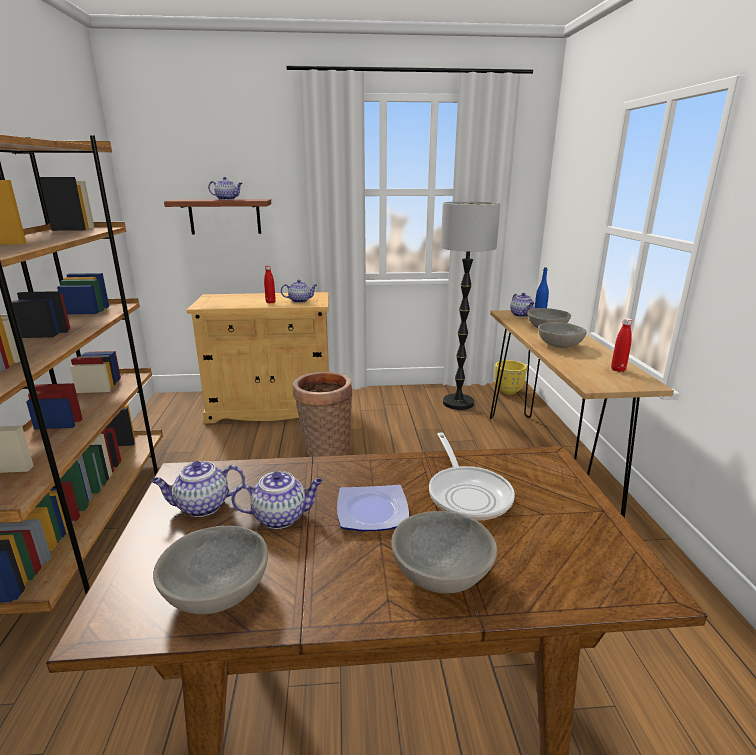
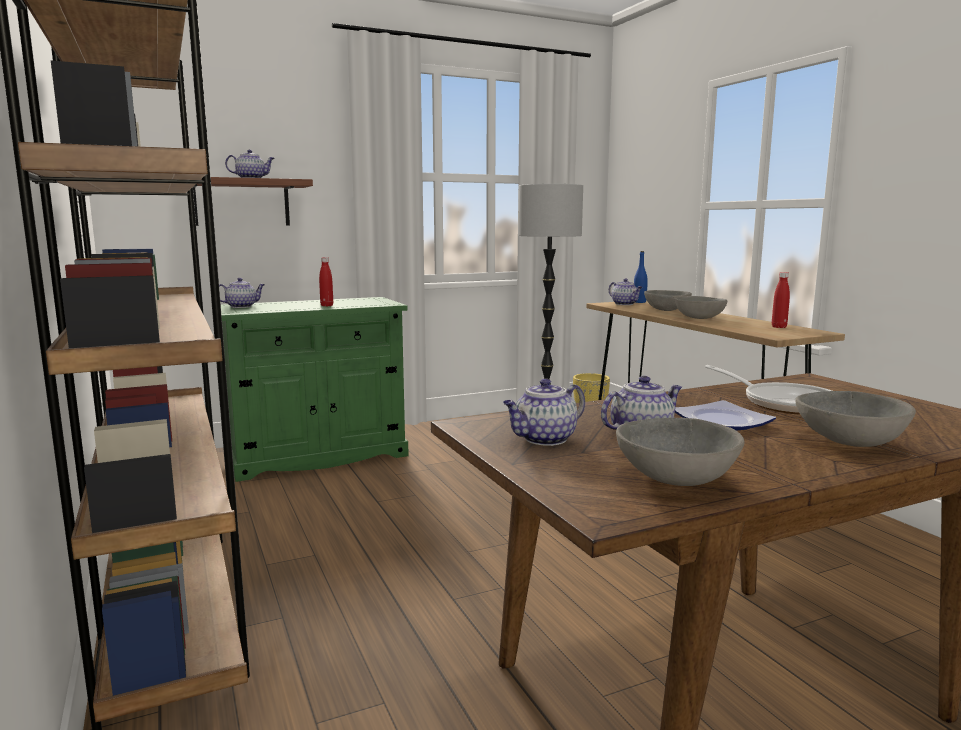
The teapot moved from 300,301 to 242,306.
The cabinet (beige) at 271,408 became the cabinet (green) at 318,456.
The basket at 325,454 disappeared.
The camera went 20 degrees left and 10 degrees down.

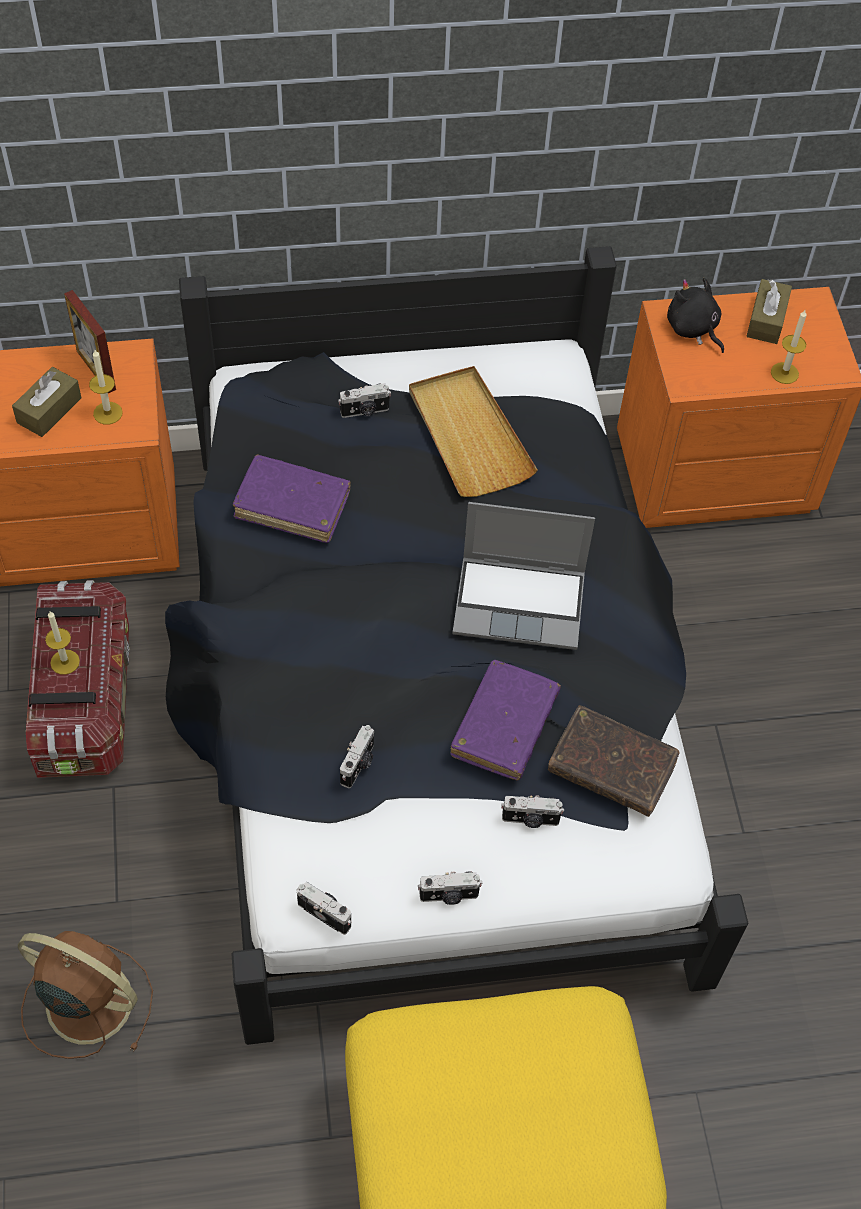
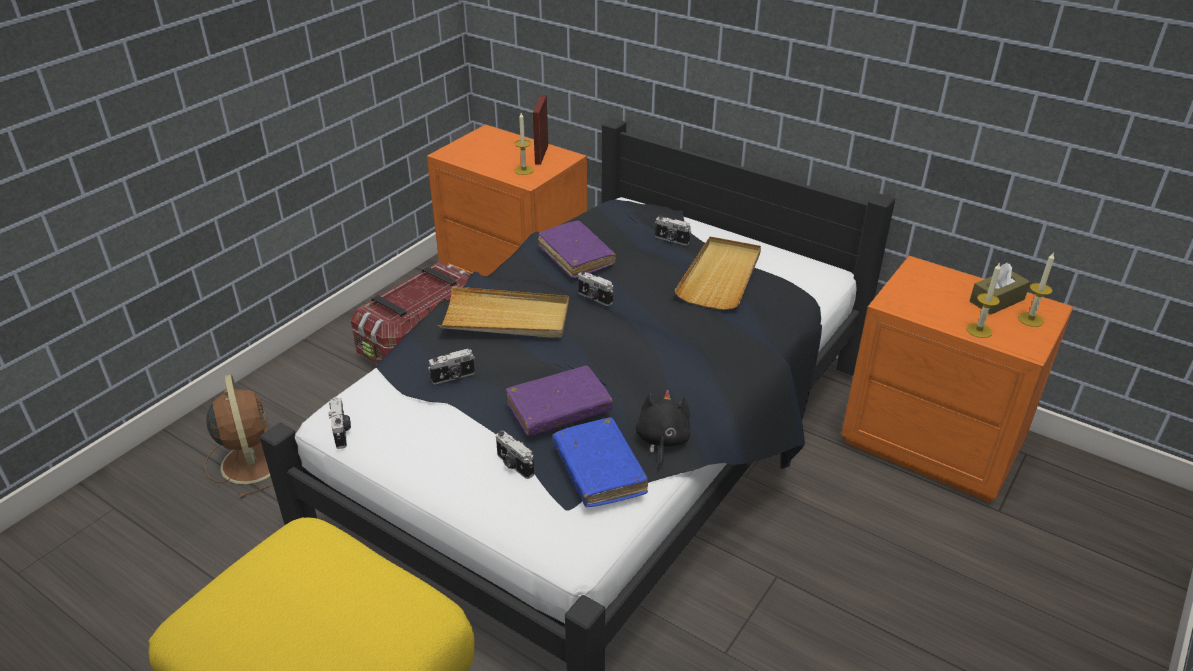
The tray (beige) at 506,318 appeared.
The book (brown) at 611,767 became the book (blue) at 599,470.
The photo camera moved from 449,896 to 594,298.
The plush toy (black) moved from 693,329 to 662,441.
The candle moved from 65,662 to 1030,319.
The tissue box (brown) at 49,410 disappeared.
The laptop at 521,603 disappeared.
The camera went 45 degrees right and 20 degrees down.

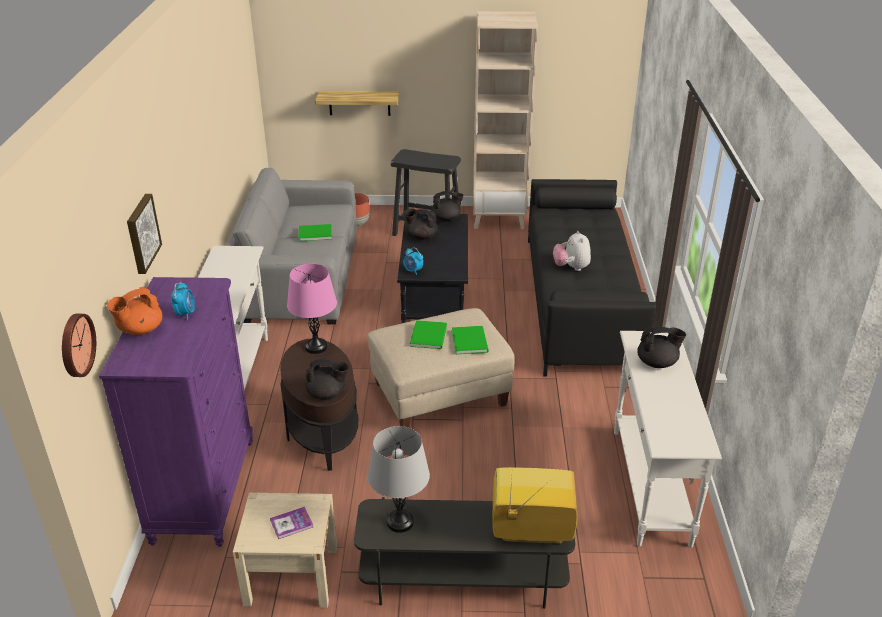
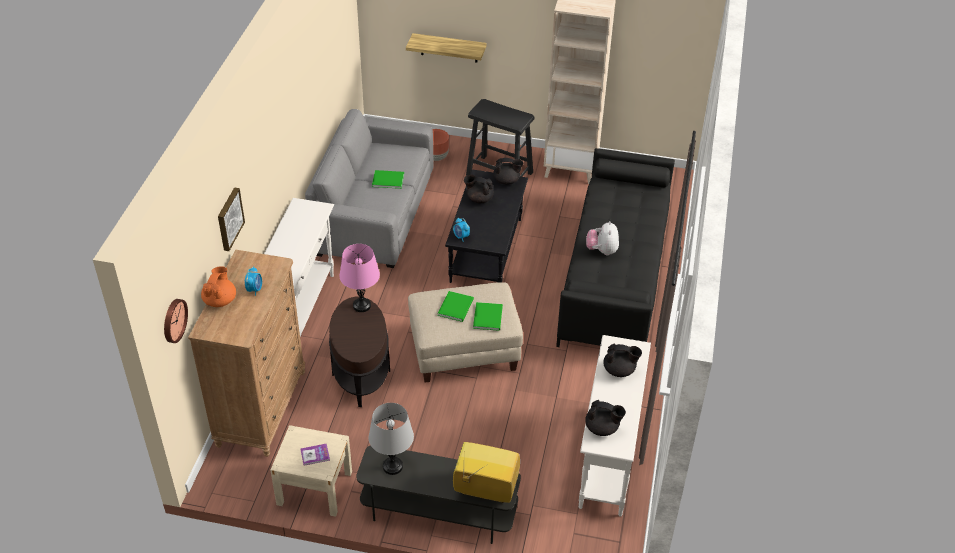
The dresser (purple) at 203,490 became the dresser (brown) at 261,408.
The teapot (orange) at 140,330 turned 135 degrees clockwise.
The teapot (black) moved from 327,394 to 602,428.
The camera went 10 degrees right and 10 degrees up.

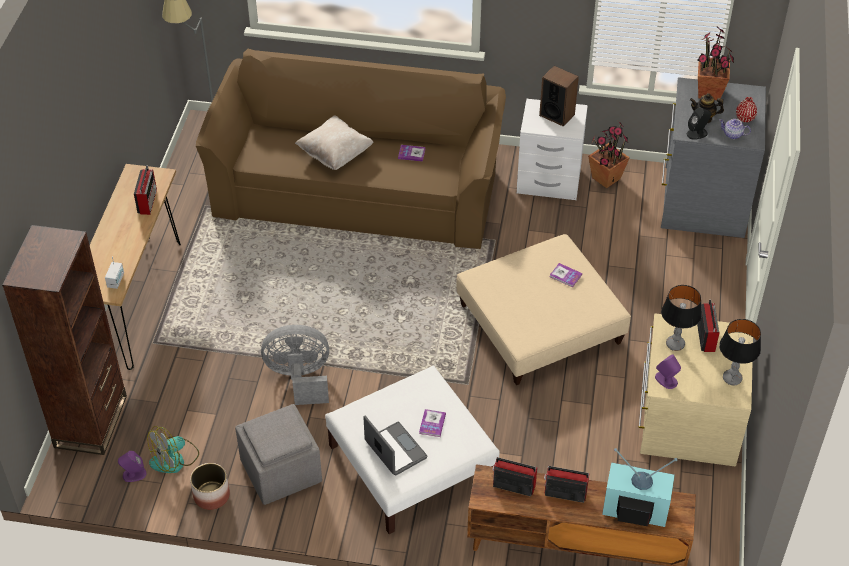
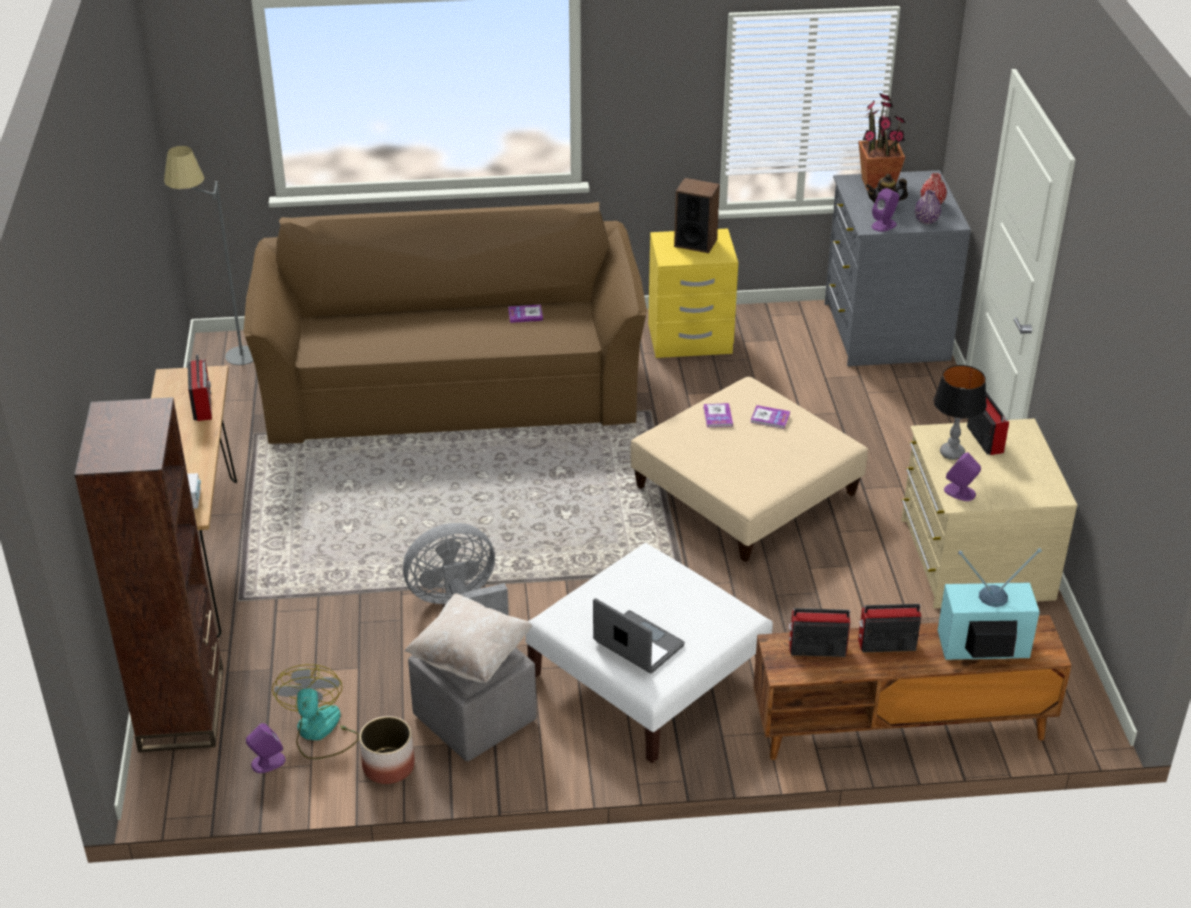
The fan at 174,459 turned 135 degrees clockwise.
The pillow (beige) moved from 335,154 to 470,657.
The nightstand (white) at 548,181 became the nightstand (yellow) at 690,340.
The book moved from 432,423 to 717,416.
The speaker (black) at 697,133 became the speaker (purple) at 884,225.
The teapot at 733,135 was replaced by the vase (purple) at 926,220.
The potted plant at 605,178 disappeared.
The table lamp at 732,378 disappeared.
The camera went 15 degrees left and 10 degrees down.

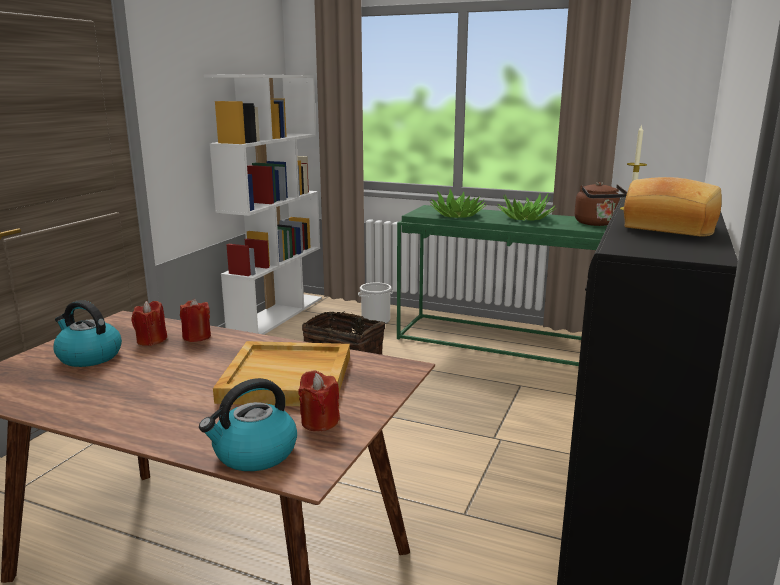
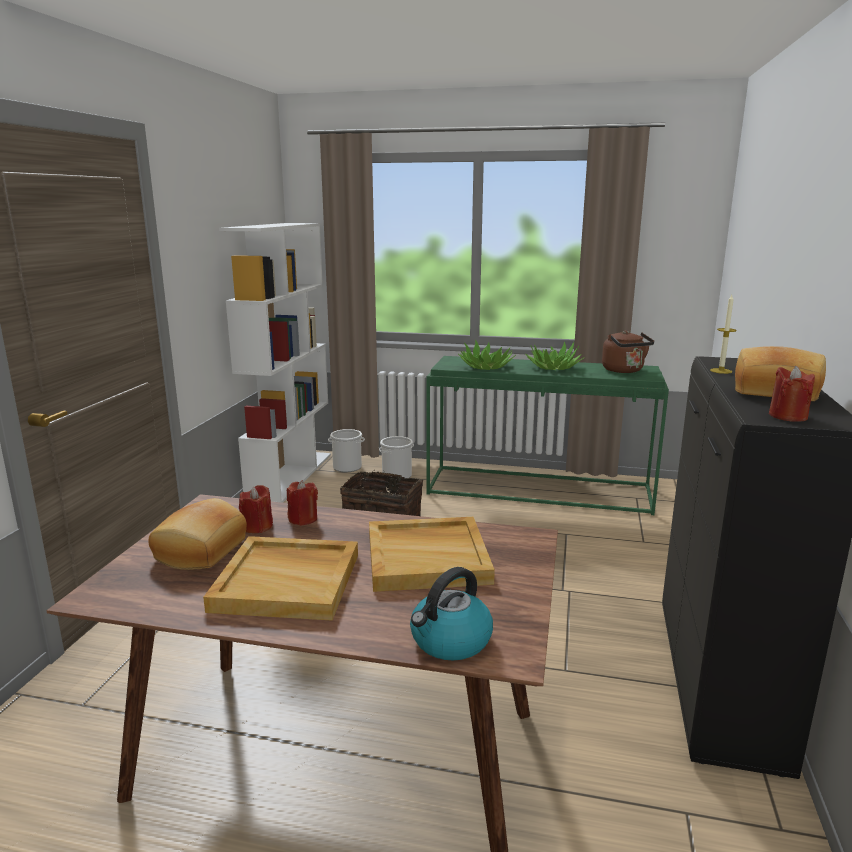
The kettle at 88,356 was replaced by the bread at 202,551.
The tray (beige) at 288,581 appeared.
The bucket at 347,467 appeared.
The candle (red) moved from 319,422 to 788,416.
The camera went 10 degrees left and 0 degrees up.

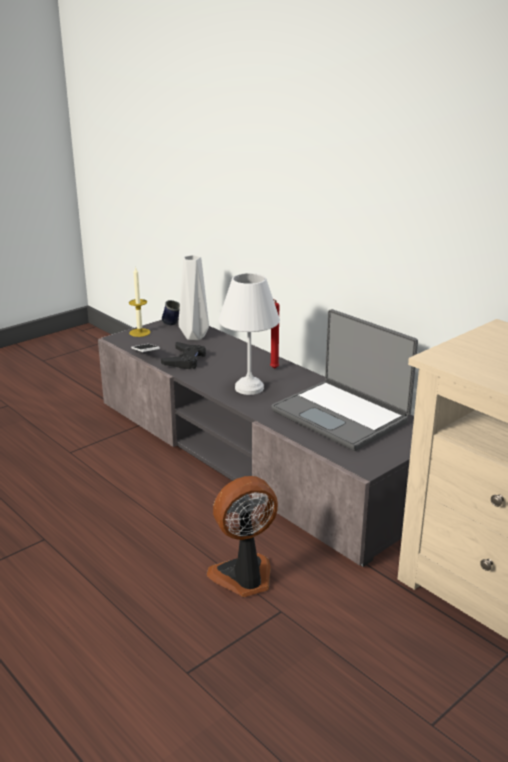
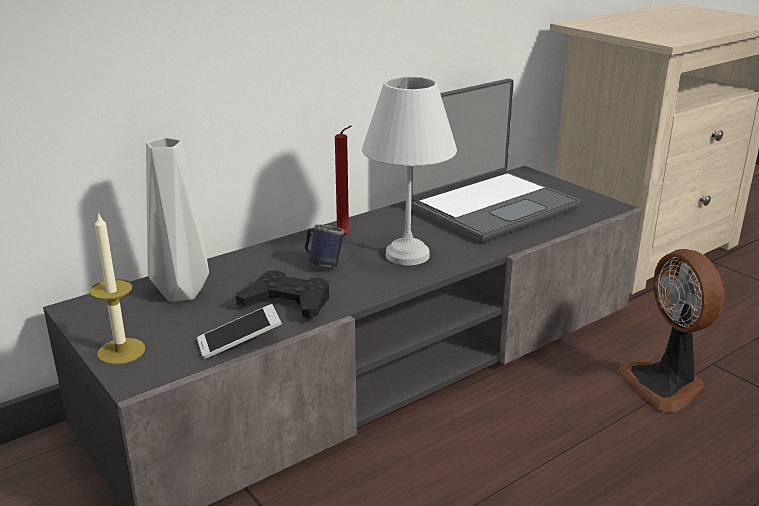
The mug (blue) moved from 173,323 to 322,264.
The camera went 85 degrees left and 0 degrees up.

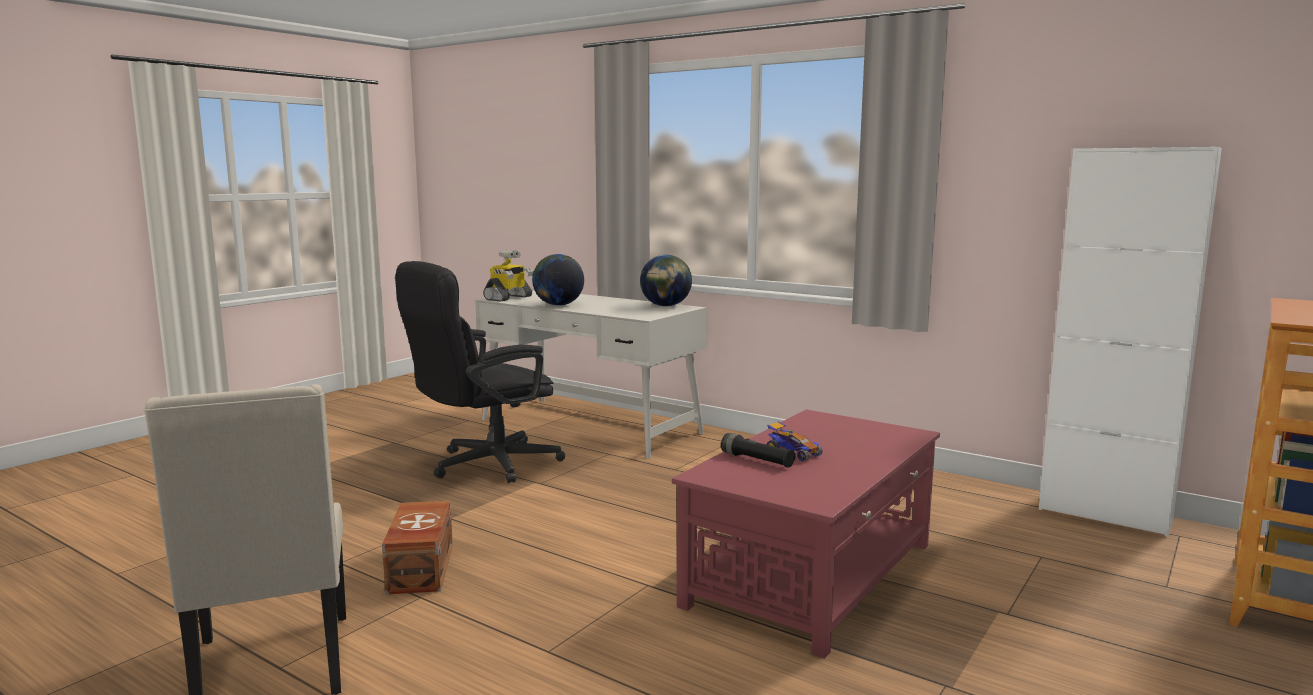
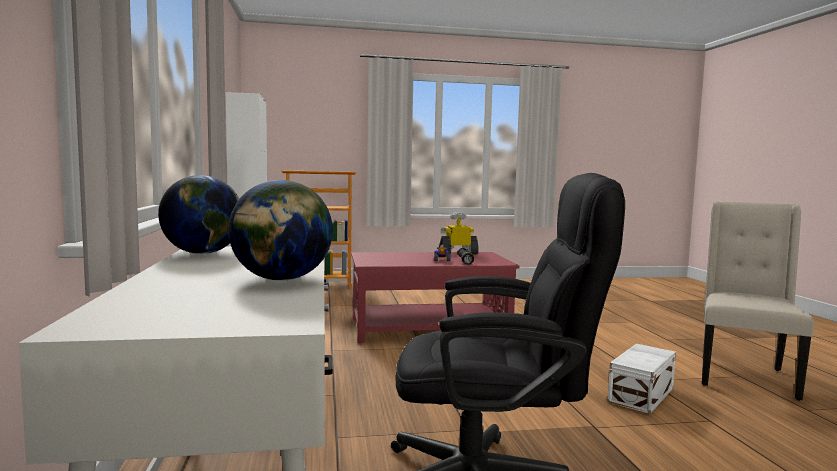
The toy robot moved from 508,298 to 458,253.
The storage box (brown) at 419,569 became the storage box (white) at 642,395.
The camera went 135 degrees left and 5 degrees down.

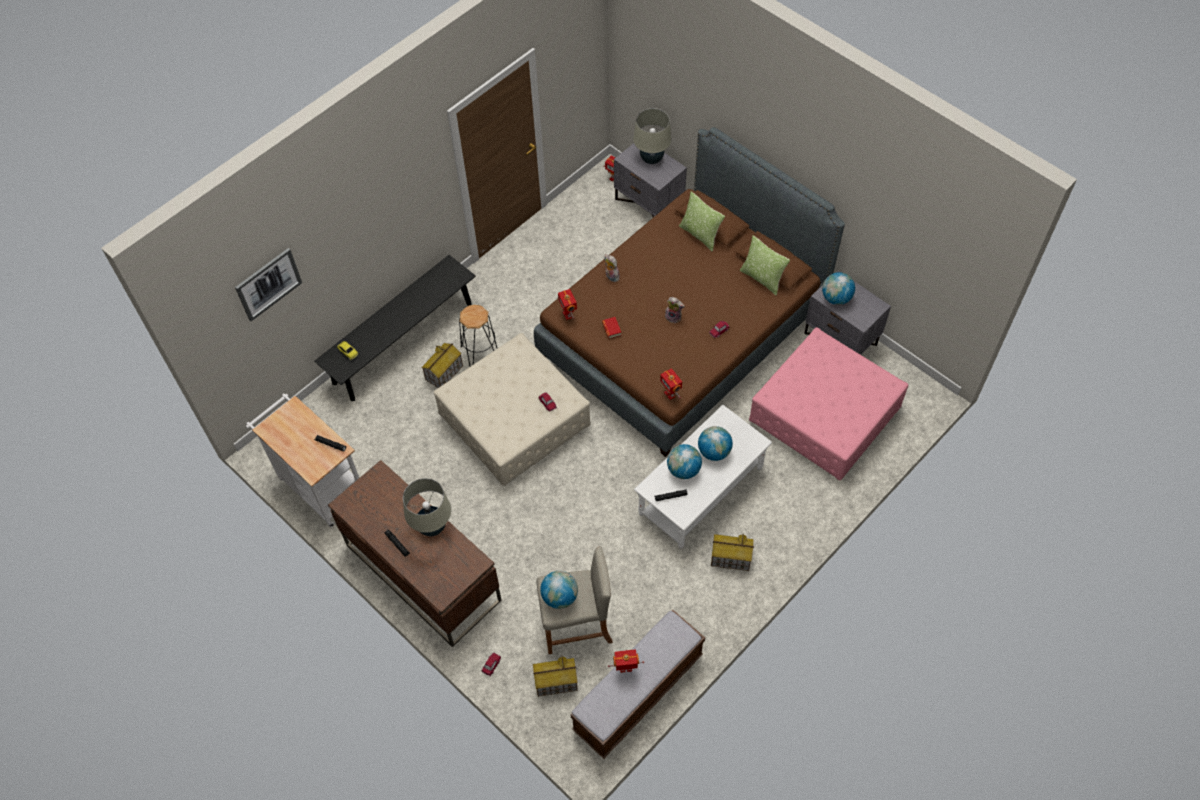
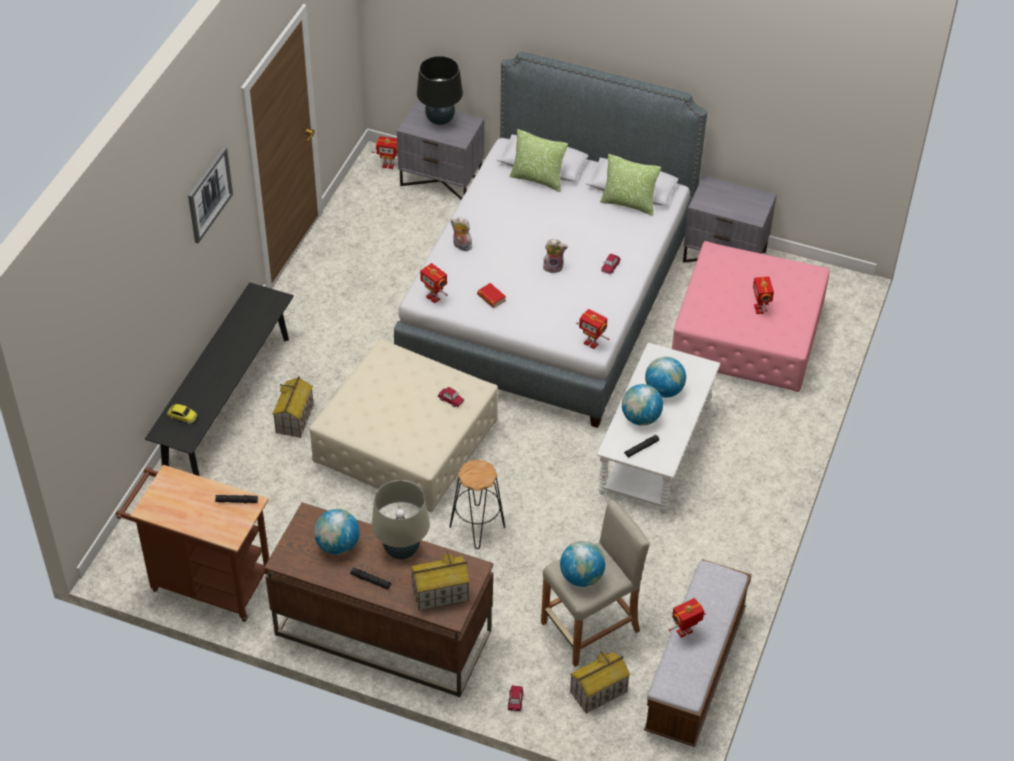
The cart (white) at 319,484 became the cart (brown) at 205,582.
The picture moved from 268,284 to 209,194.
The globe moved from 836,298 to 338,545.
The bed (brown) at 682,331 became the bed (grey) at 548,297.
The toy house moved from 730,558 to 440,594.
The table lamp (beige) at 651,158 became the table lamp (black) at 440,119.
The stool (black) moved from 480,352 to 477,526.
The toy robot at 759,309 appeared.
The camera went 25 degrees left and 10 degrees down.

